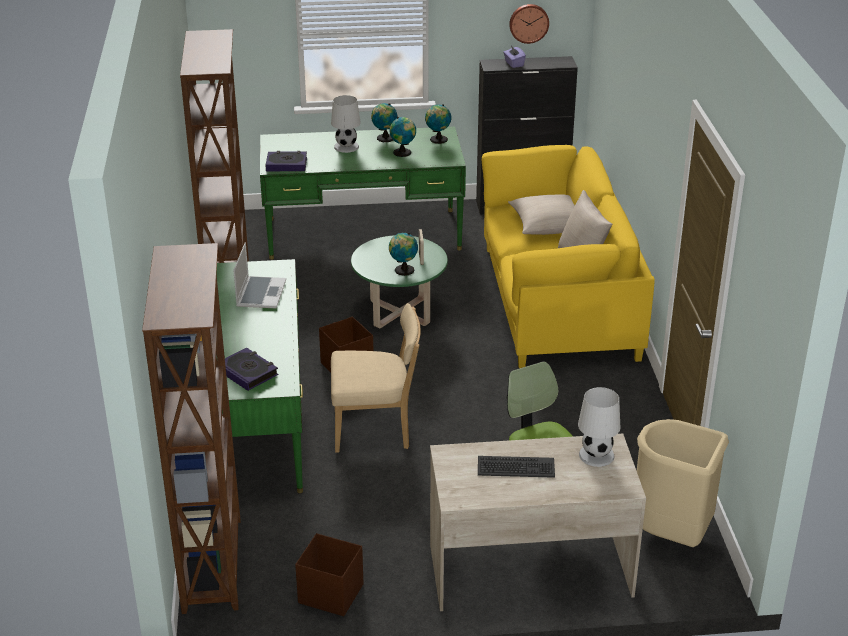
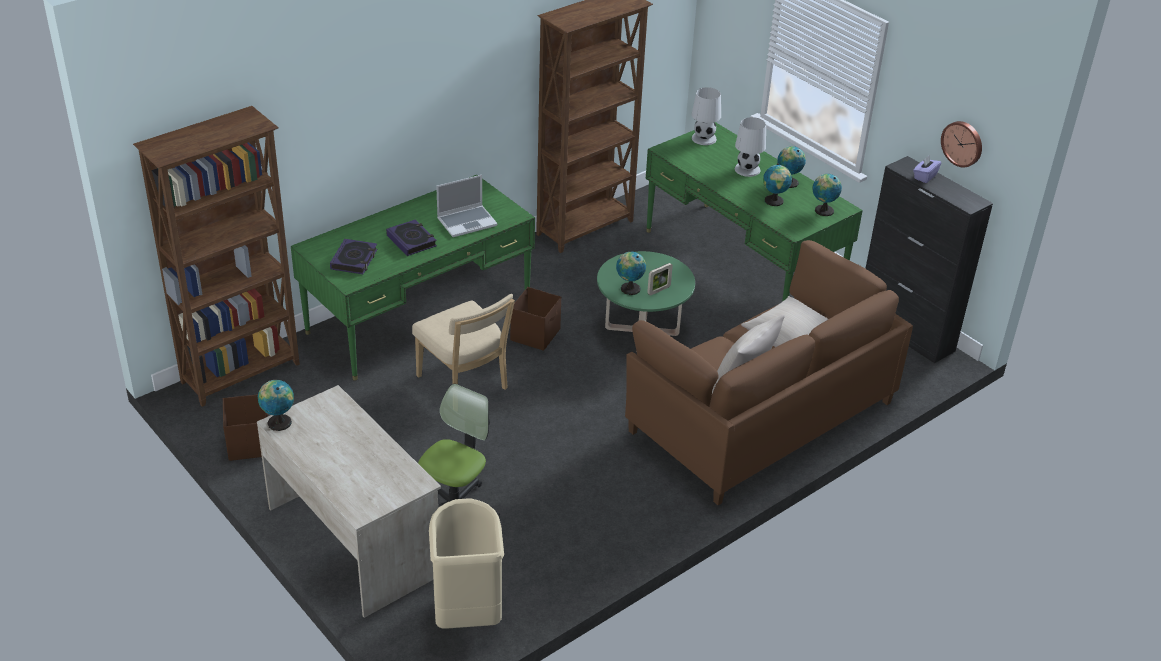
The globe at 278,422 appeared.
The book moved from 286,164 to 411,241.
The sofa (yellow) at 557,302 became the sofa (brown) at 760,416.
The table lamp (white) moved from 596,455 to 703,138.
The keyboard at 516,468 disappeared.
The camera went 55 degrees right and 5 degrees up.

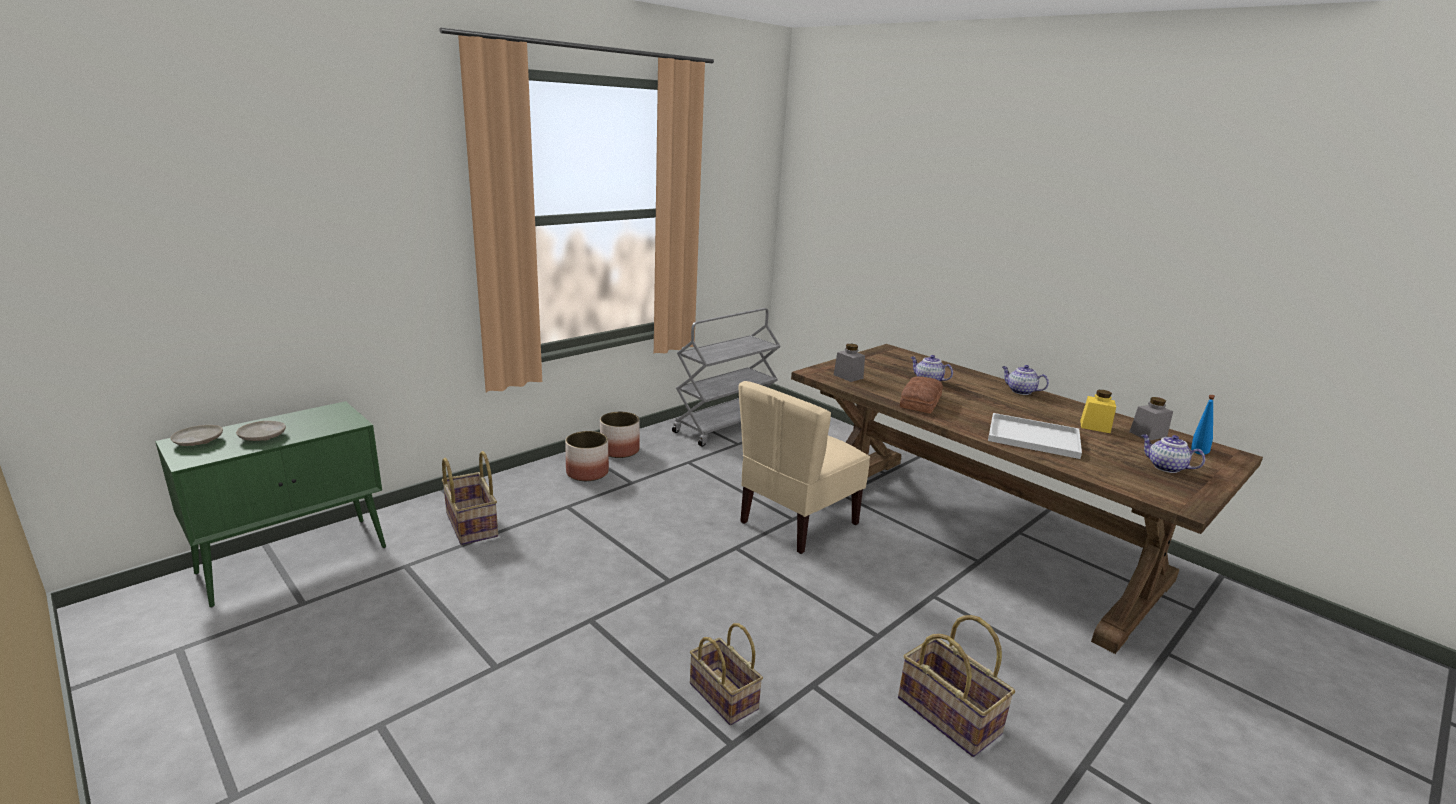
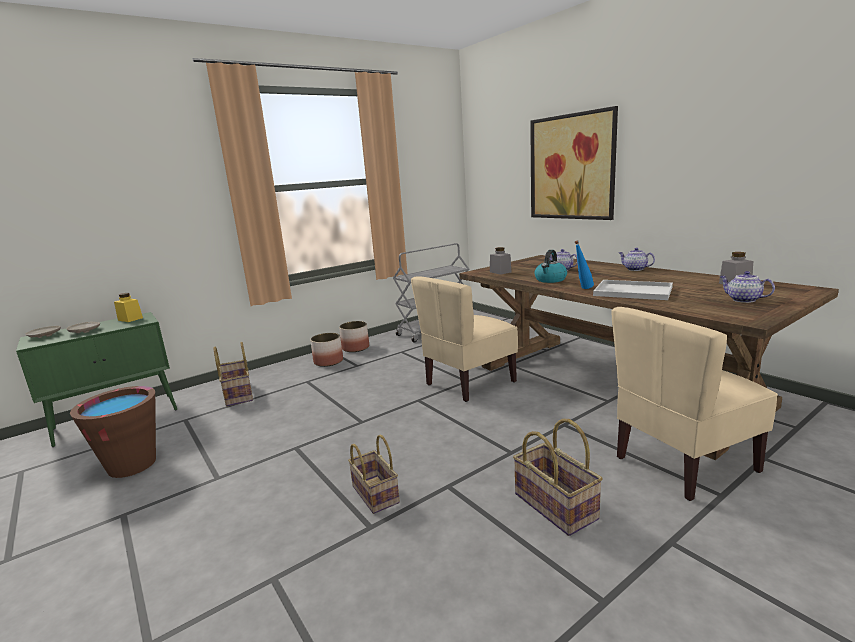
The bucket (brown) at 132,465 appeared.
The jar (yellow) moved from 1095,426 to 130,319.
The picture at 571,167 appeared.
The bread at 921,402 was replaced by the kettle at 550,280.
The bottle (blue) moved from 1196,454 to 582,289.
The chair (beige) at 683,463 appeared.
The camera went 10 degrees right and 5 degrees down.

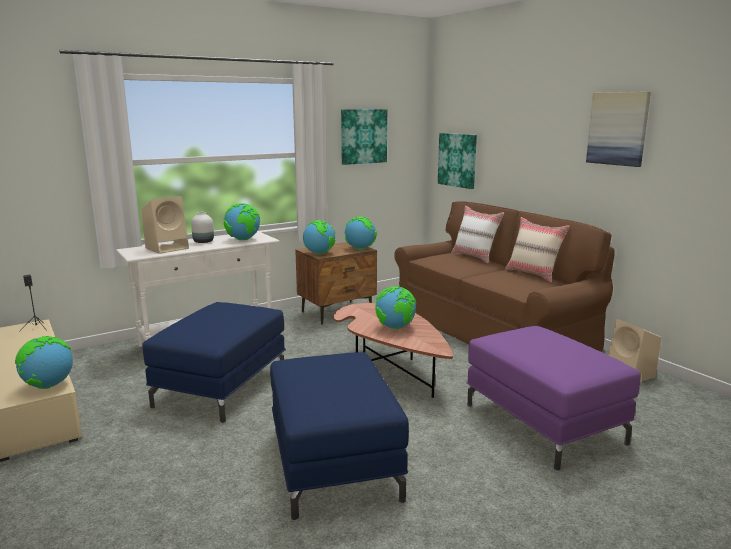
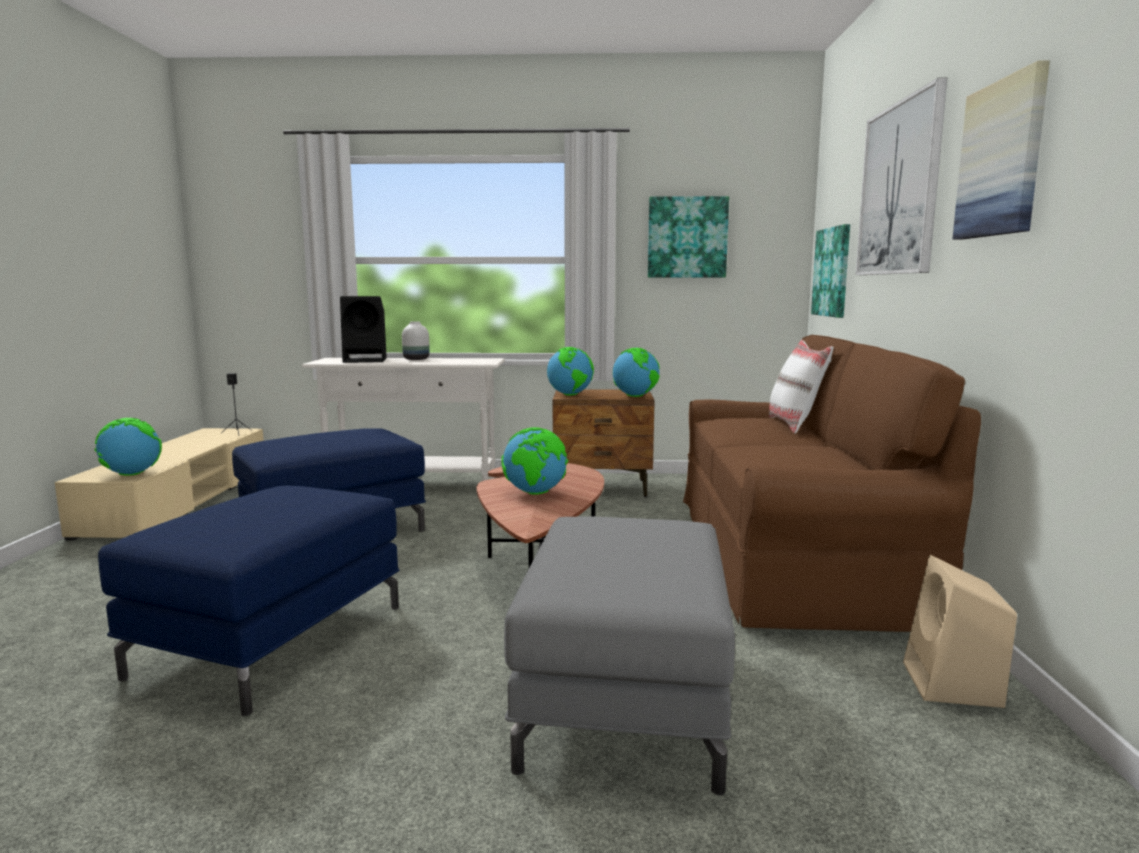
The speaker (beige) at 168,248 became the speaker (black) at 366,360.
The ottoman (purple) at 543,423 became the ottoman (grey) at 626,699.
The picture at 899,189 appeared.
The globe at 243,240 disappeared.
The pillow (beige) at 533,274 disappeared.
The camera went 35 degrees right and 5 degrees down.

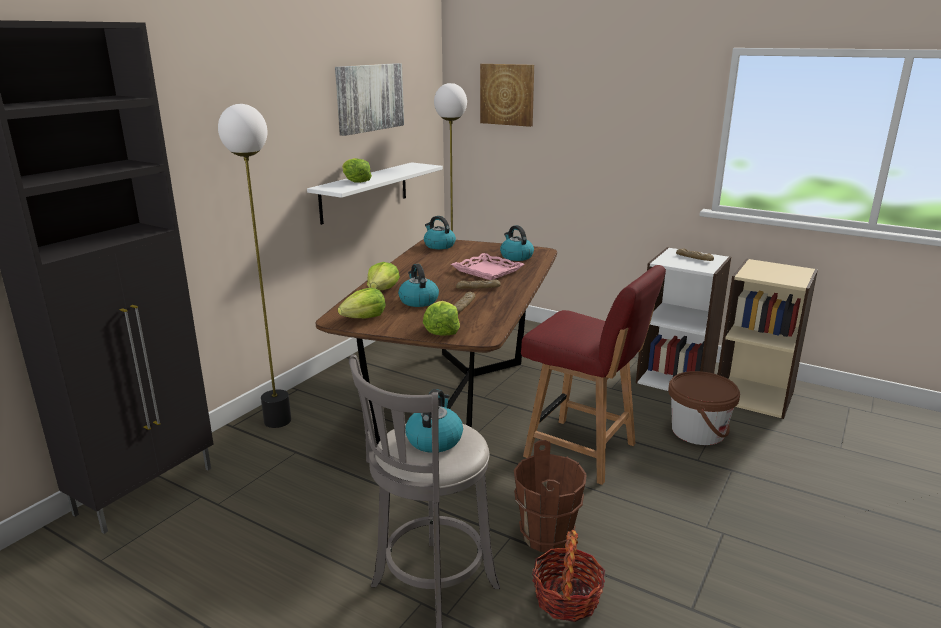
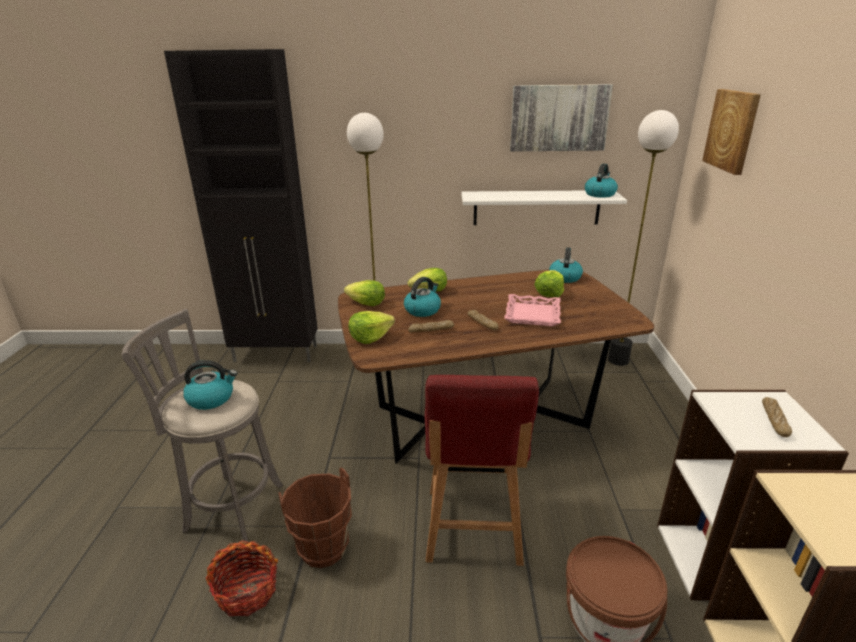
The lettuce moved from 355,181 to 549,293.
The kettle moved from 516,256 to 600,194.
The camera went 60 degrees right and 5 degrees up.

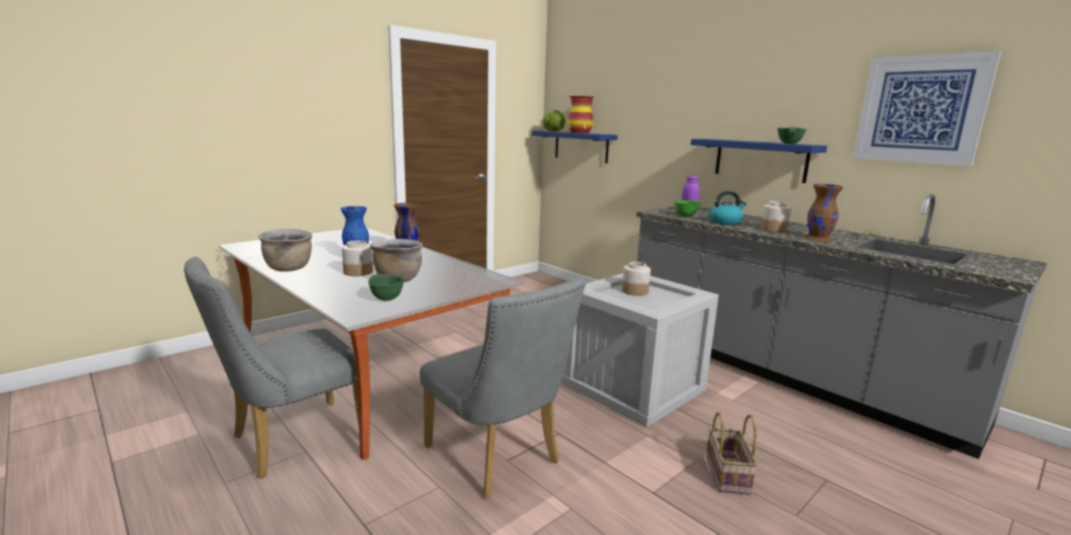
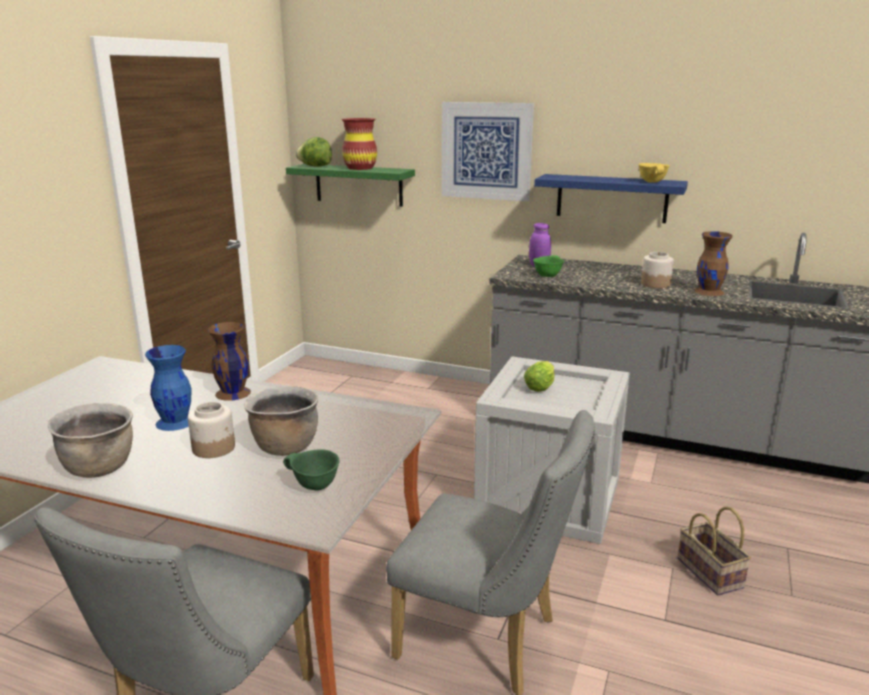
The shelf (blue) at 581,146 became the shelf (green) at 358,185.
The picture moved from 921,109 to 486,151.
The jar at 634,291 was replaced by the lettuce at 541,387.
The bowl (green) at 790,143 became the bowl (yellow) at 653,182.
The kettle at 725,222 disappeared.
The camera went 25 degrees left and 5 degrees up.

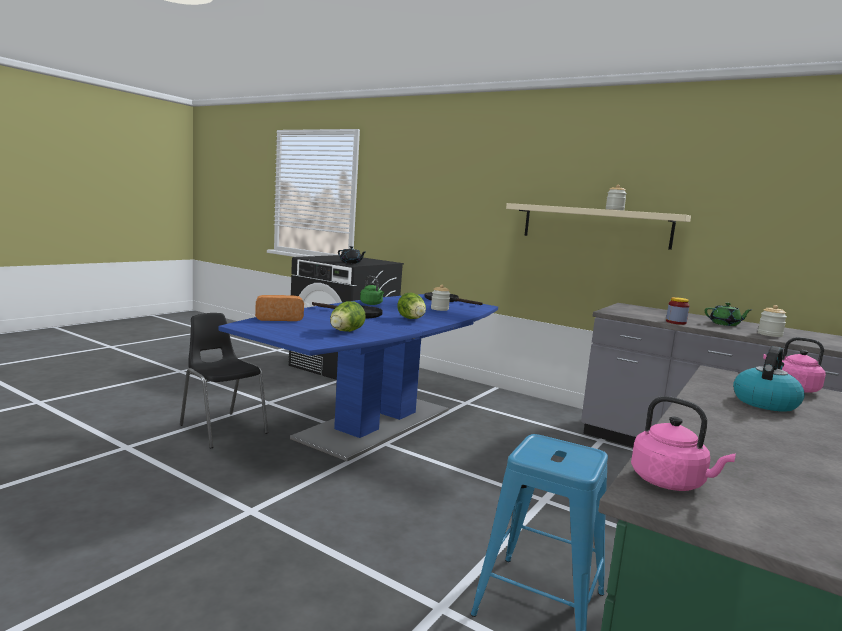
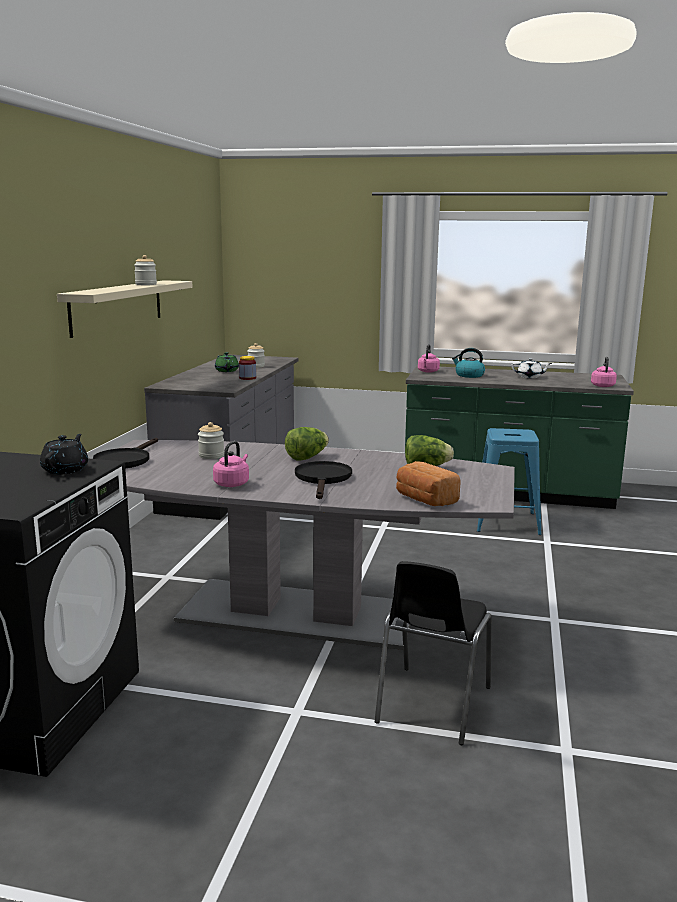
The dining table (blue) at 377,423 became the dining table (grey) at 296,613.
The kettle (green) at 372,304 became the kettle (pink) at 232,483.
The teapot (white) at 530,377 appeared.
The camera went 110 degrees left and 5 degrees up.

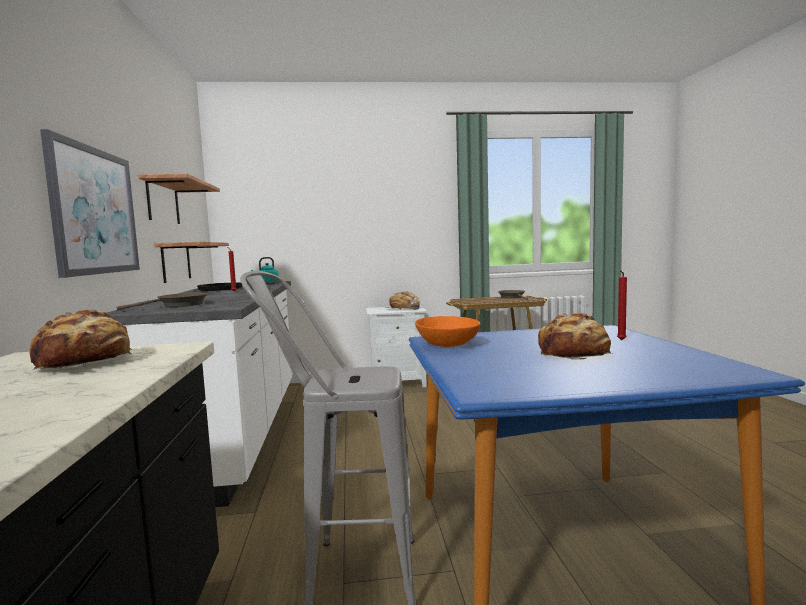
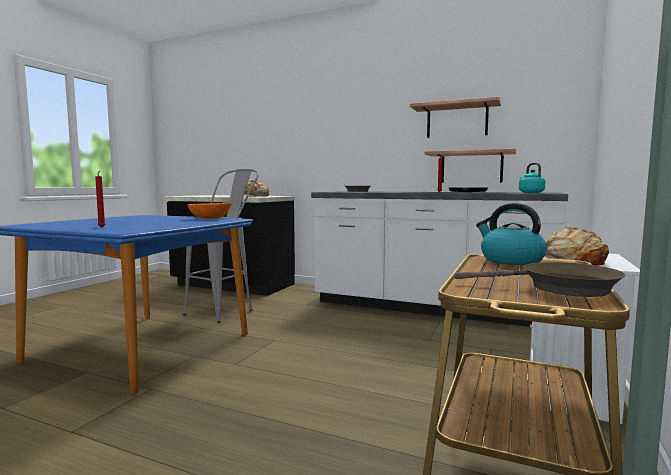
The kettle at 510,260 appeared.
The picture at 95,211 disappeared.
The bread at 574,354 disappeared.
The camera went 120 degrees right and 0 degrees up.

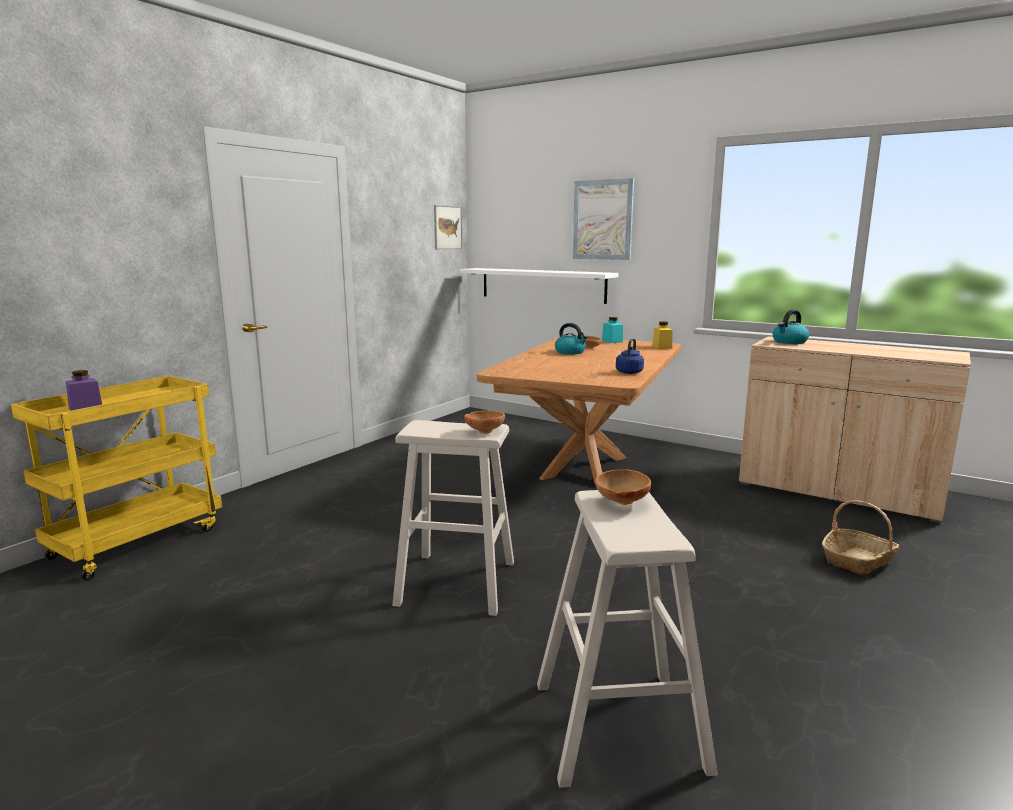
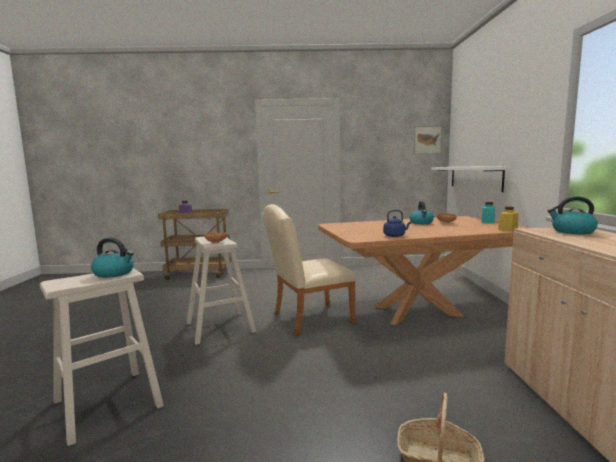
The bowl (brown) at 621,502 was replaced by the kettle at 114,273.
The cart (yellow) at 138,541 became the cart (brown) at 199,274.
The chair (beige) at 307,319 appeared.
The picture at 602,220 disappeared.
The camera went 55 degrees right and 5 degrees down.

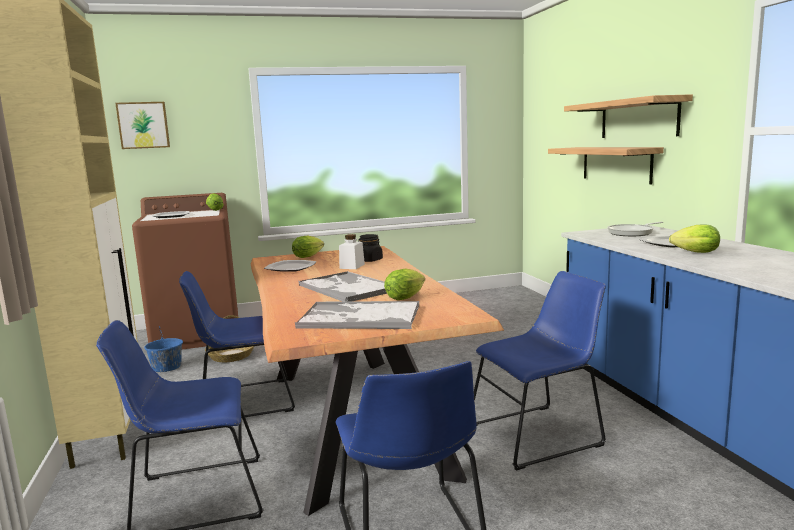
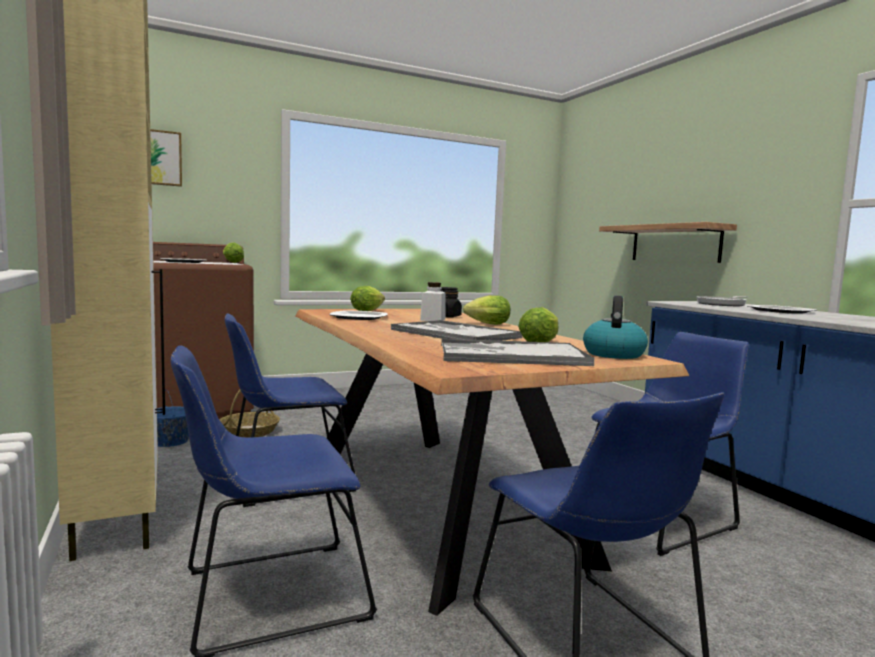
The lettuce moved from 693,252 to 485,324.
The kettle at 613,354 appeared.
The shelf at 638,118 disappeared.
The camera went 10 degrees left and 5 degrees down.

